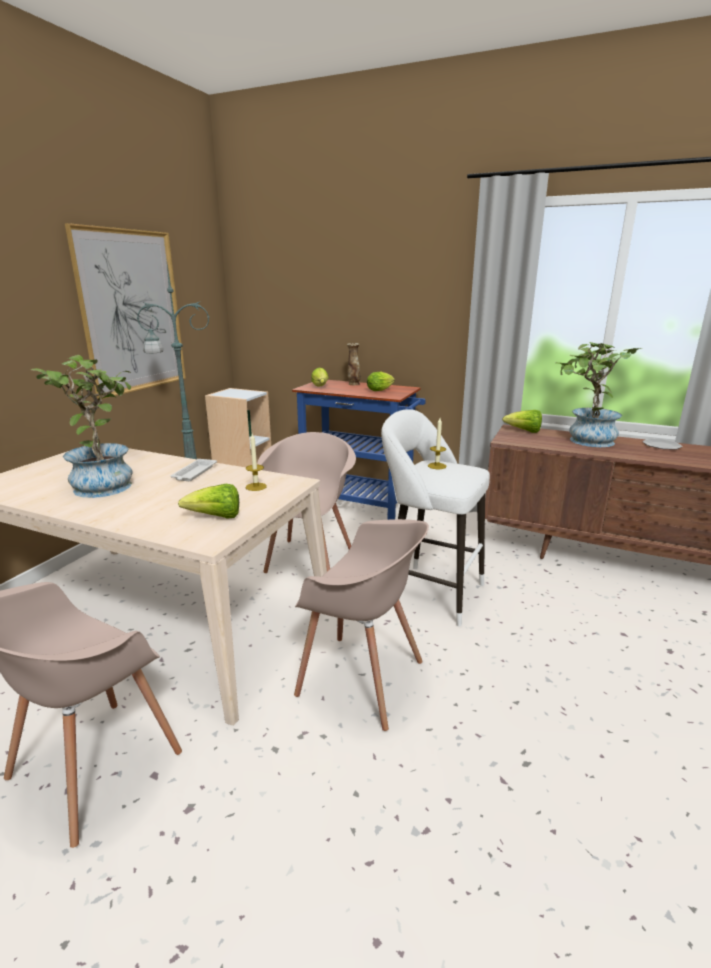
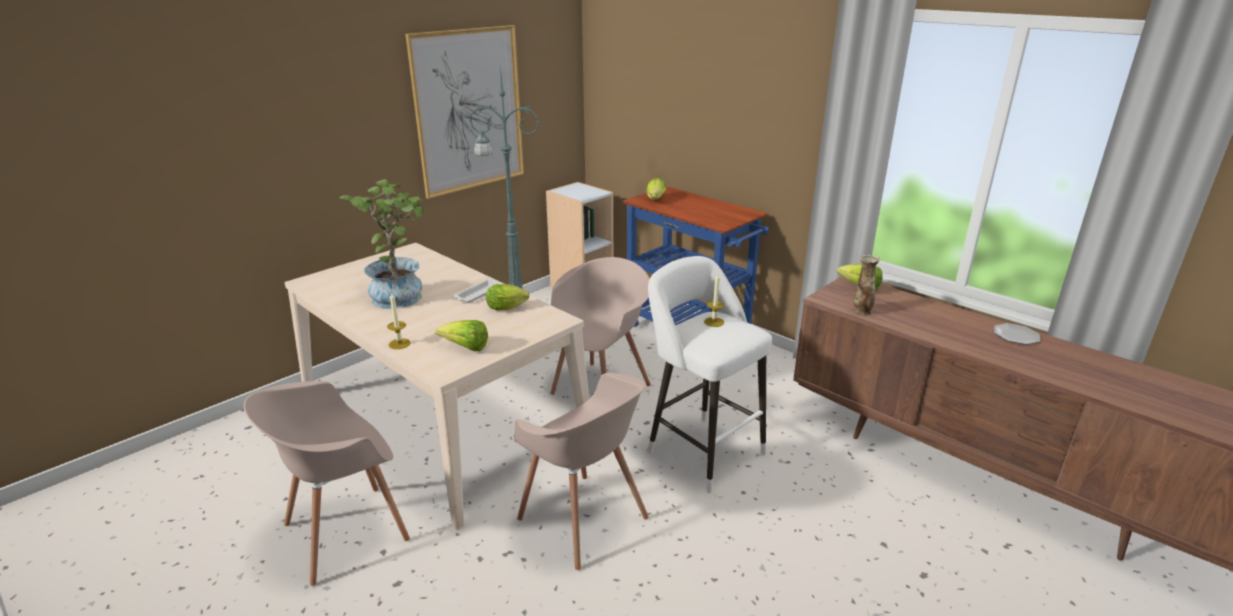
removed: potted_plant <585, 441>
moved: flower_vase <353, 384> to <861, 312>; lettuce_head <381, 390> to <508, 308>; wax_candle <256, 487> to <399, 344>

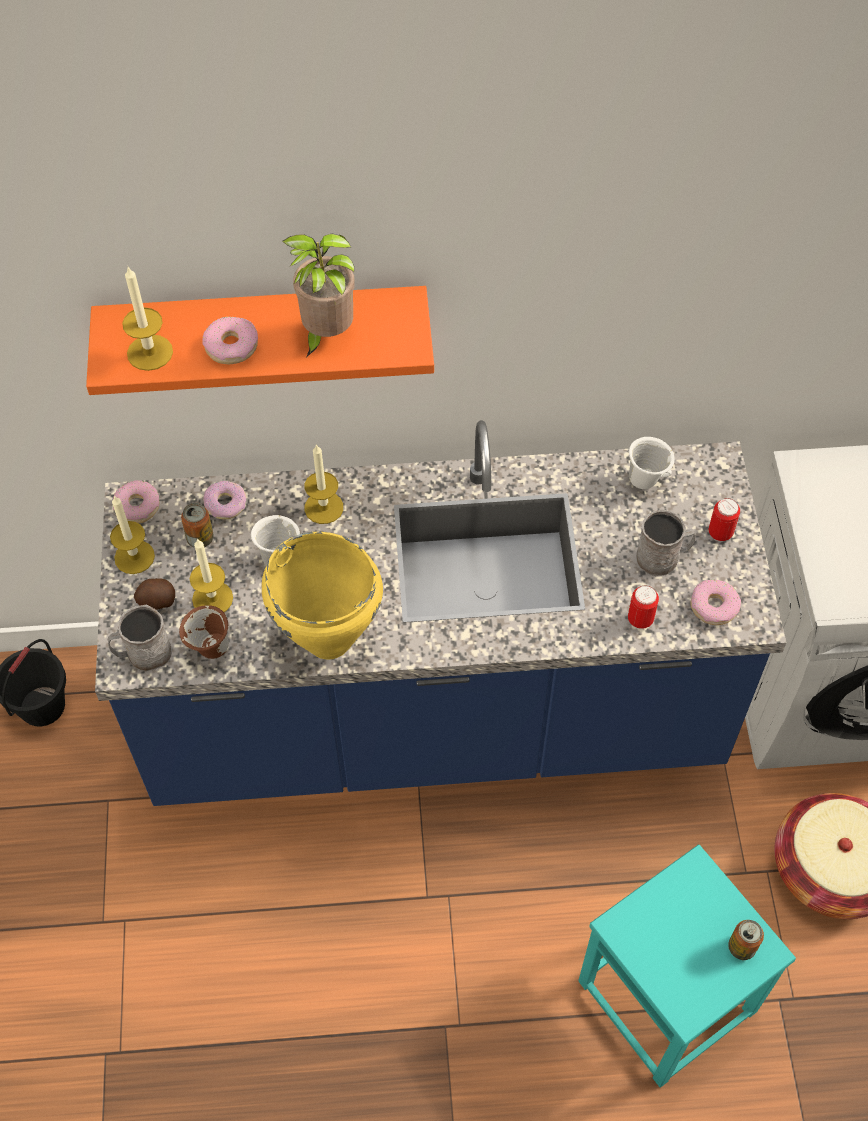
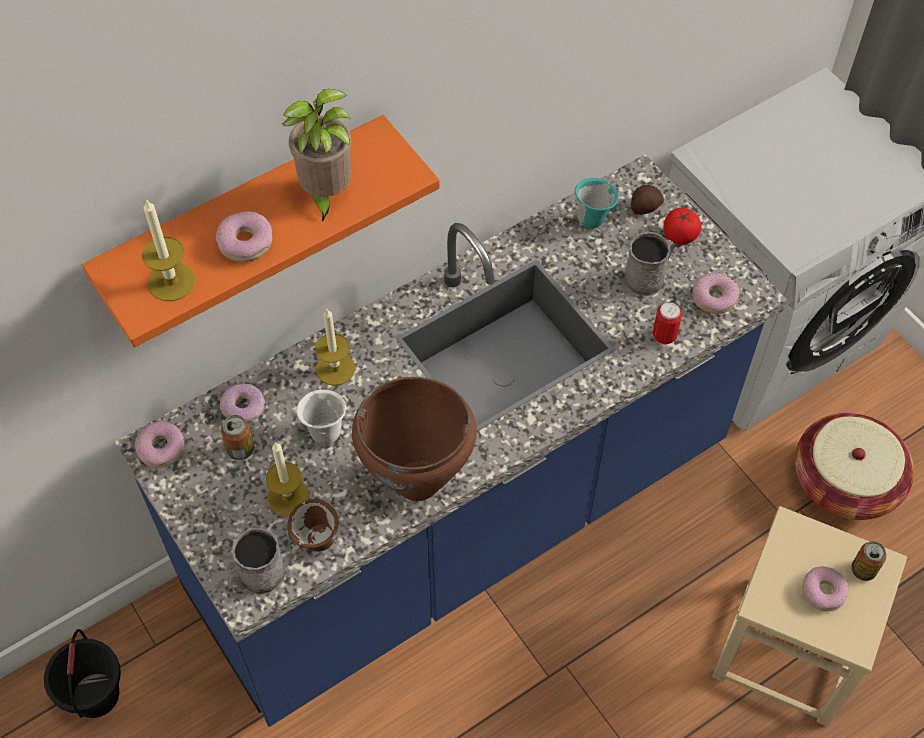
removed: wax_candle <134, 557>
added: ring_doughnut <823, 592>
moved: whole_potato <156, 602> to <644, 208>
replaced: metal_can <720, 533> to tomato <679, 236>
recoloured: white_tea_mug <646, 480> to turquoise-coloured_tea_mug <593, 219>; yellow-coloured_saucepot <329, 641> to brownish_saucepot <418, 482>; turquoise-coloured_stool <668, 995> to beige_stool <788, 649>

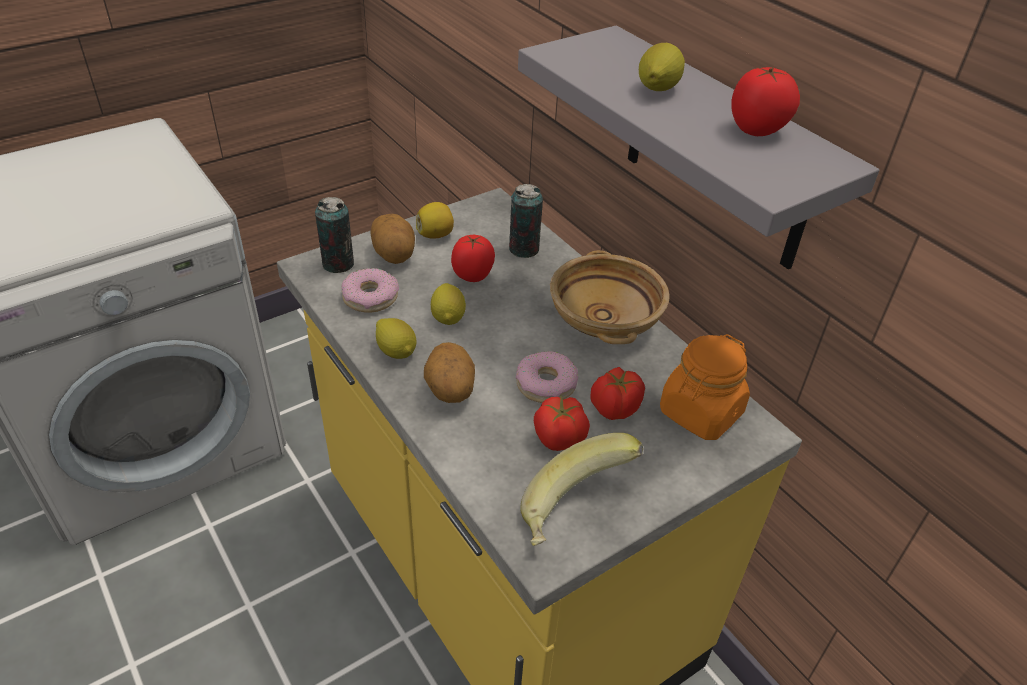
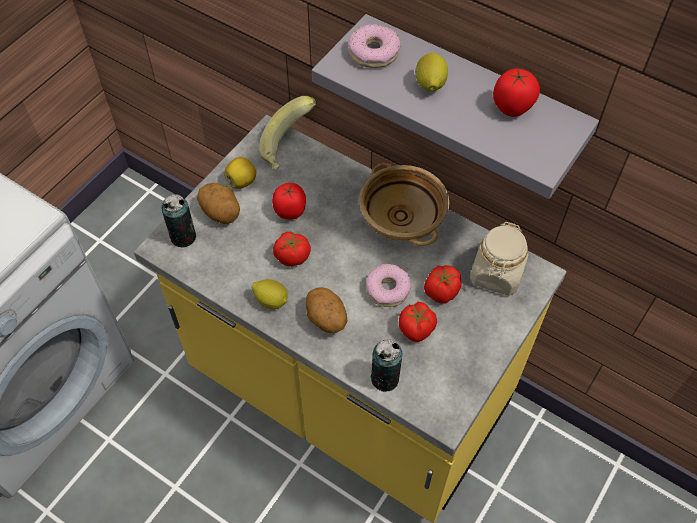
moved: metal_can <524, 249> to <385, 379>; ring_doughnut <370, 297> to <374, 52>; banana_fruit <576, 512> to <290, 147>
replaced: citrus_fruit <448, 317> to tomato <292, 256>
recoloured: orange_jar <700, 413> to beige_jar <497, 274>

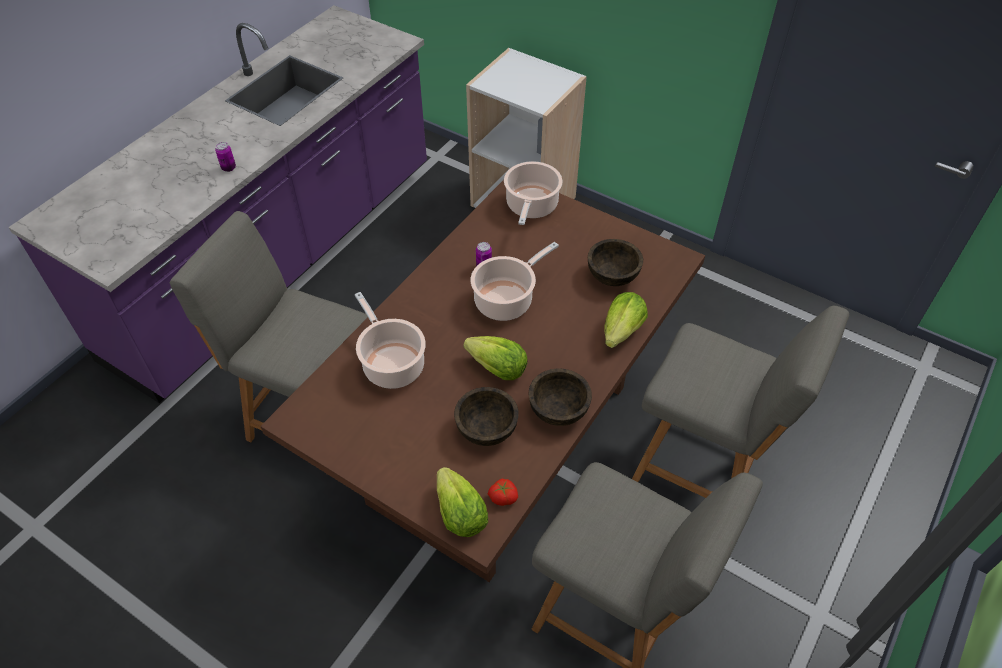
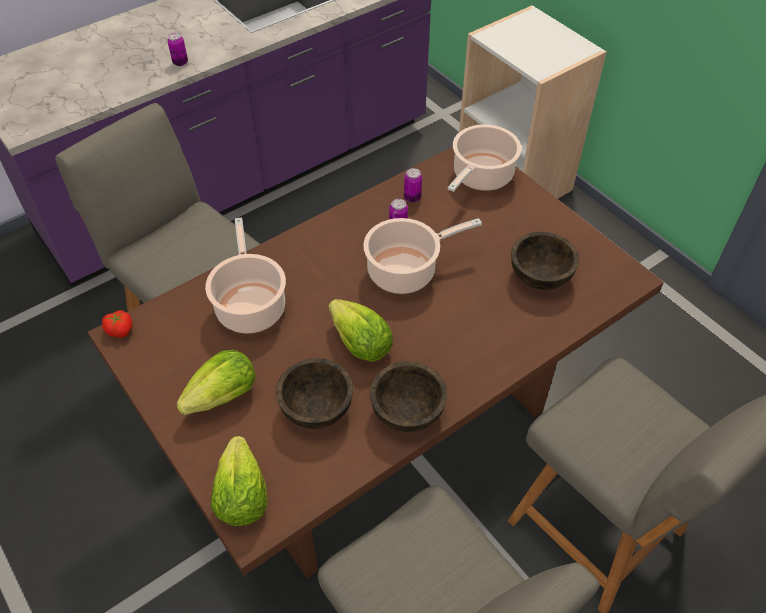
added: metal_can <412, 198>
moved: lettuce_head <622, 331> to <223, 396>; tomato <503, 496> to <120, 329>

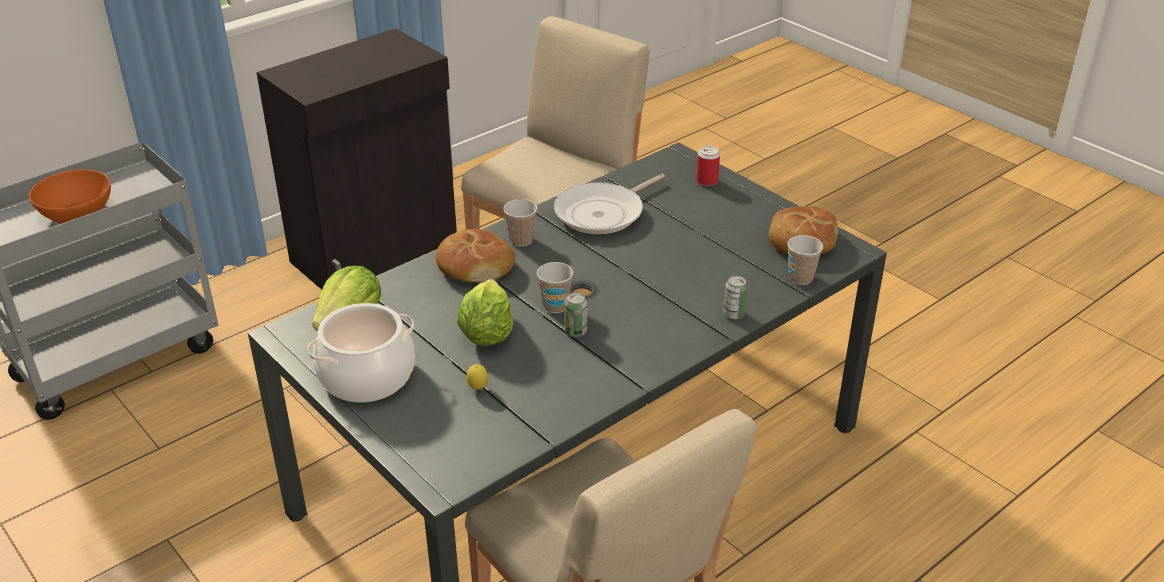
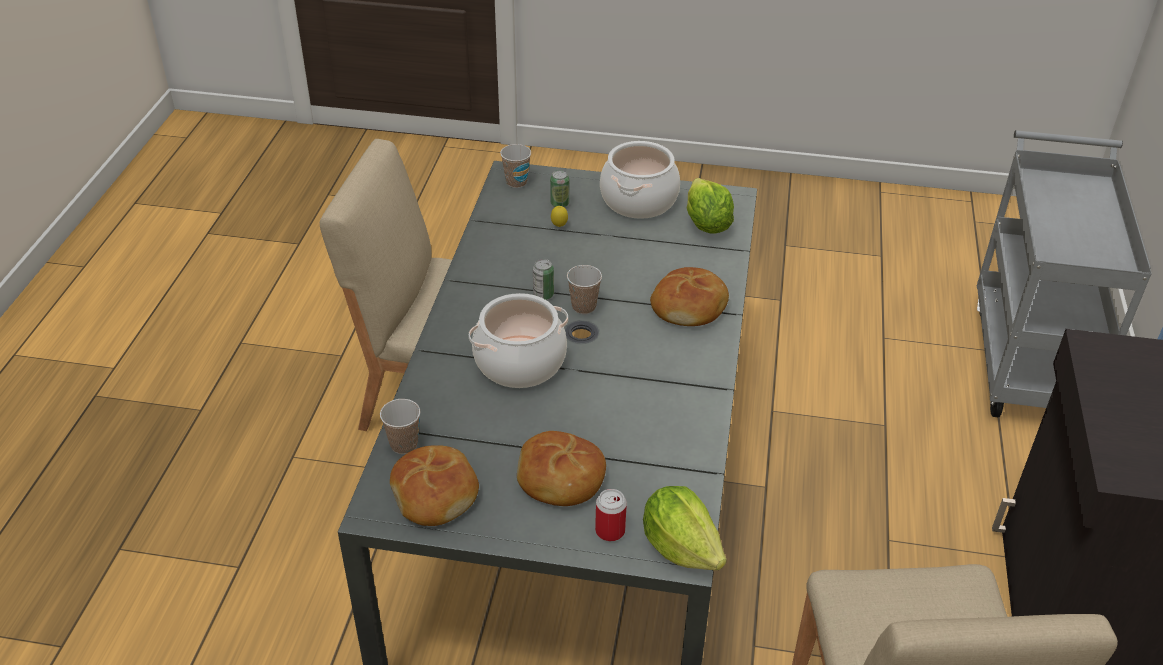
removed: orange_bowl <77, 214>; skillet <603, 213>
added: saucepot <520, 362>; bakery_bread <560, 479>
moved: small_cup <521, 240> to <516, 182>; metal_can <733, 314> to <559, 204>; lettuce_head <486, 333> to <681, 547>

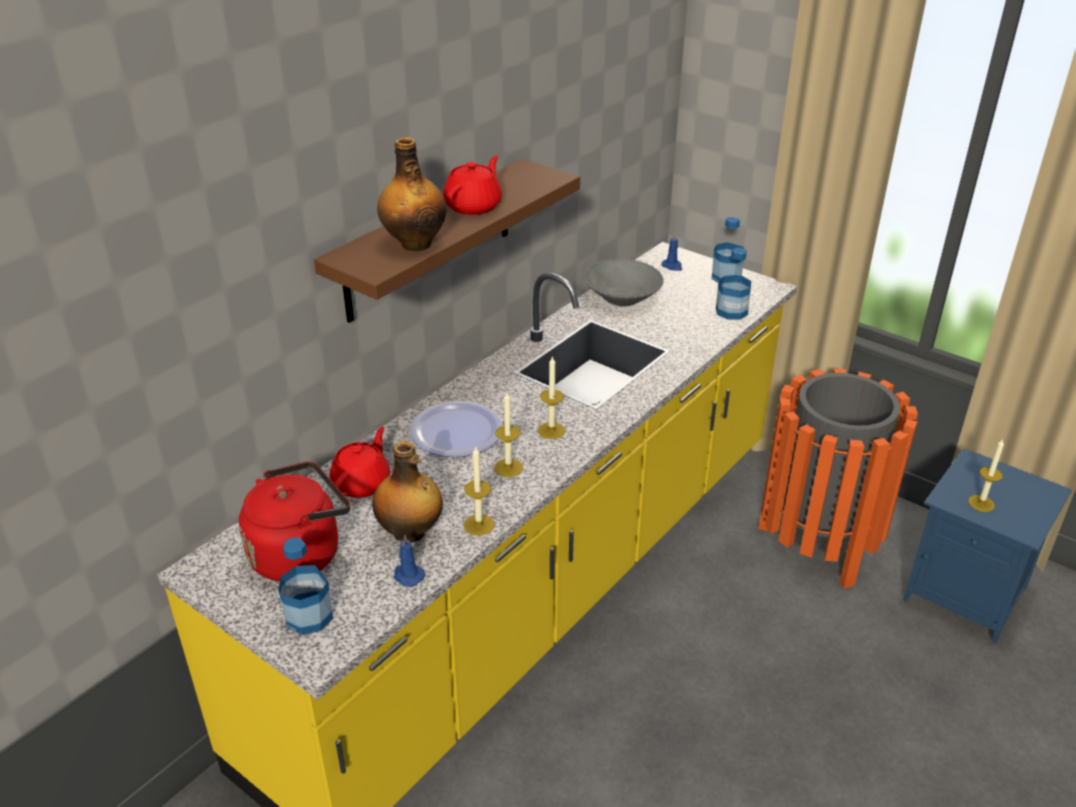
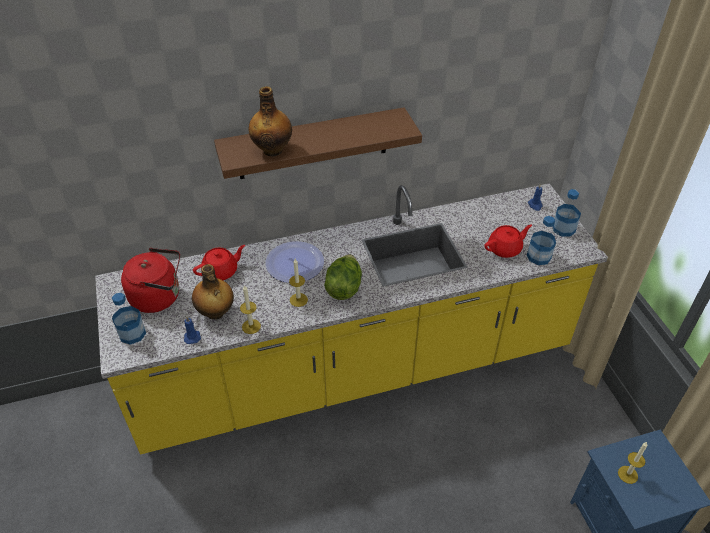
removed: grey_bowl <622, 297>; orange_trash_can <818, 545>
moved: red-coloured_teapot <474, 206> to <505, 249>
replaced: wax_candle <551, 430> to lettuce_head <343, 288>

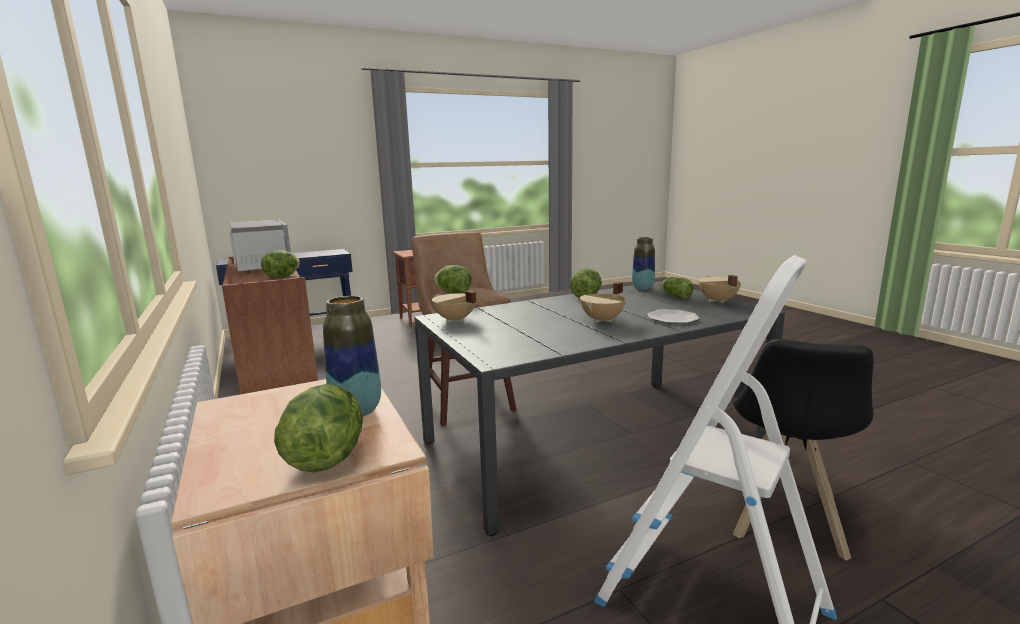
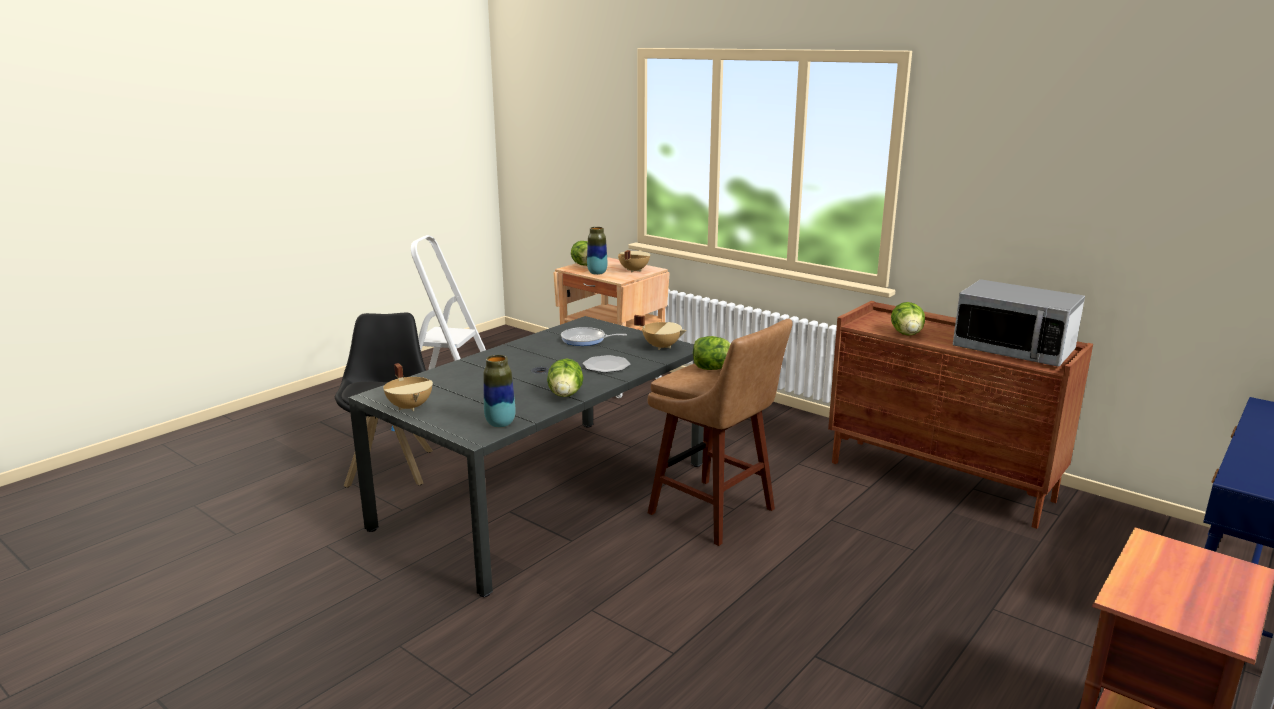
removed: lettuce_head <675, 296>
added: skillet <586, 340>
moved: beige_saucepot <603, 320> to <633, 270>; flat_dish <672, 318> to <606, 365>

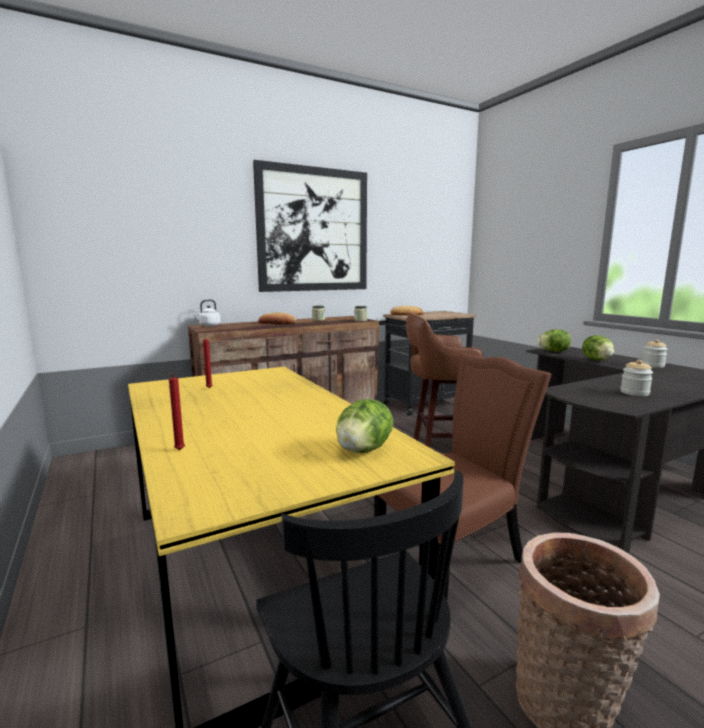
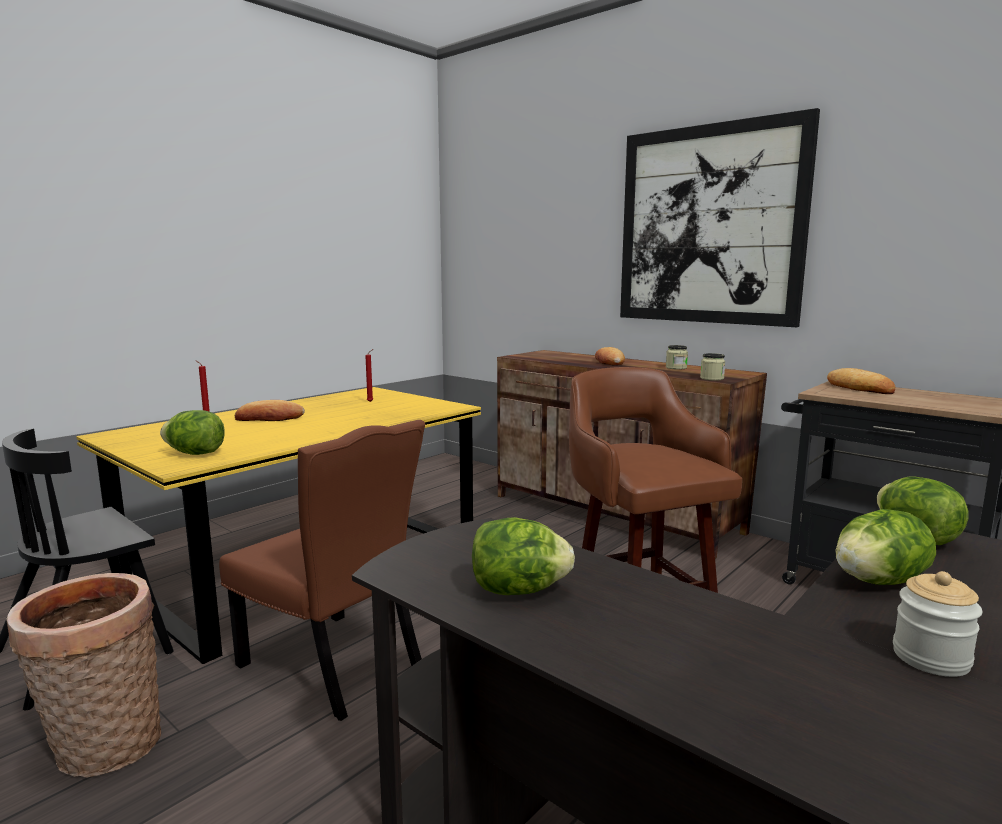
removed: white_tea_kettle <208, 325>
added: bakery_bread <269, 418>
replaced: jar <634, 393> to lettuce_head <518, 590>

